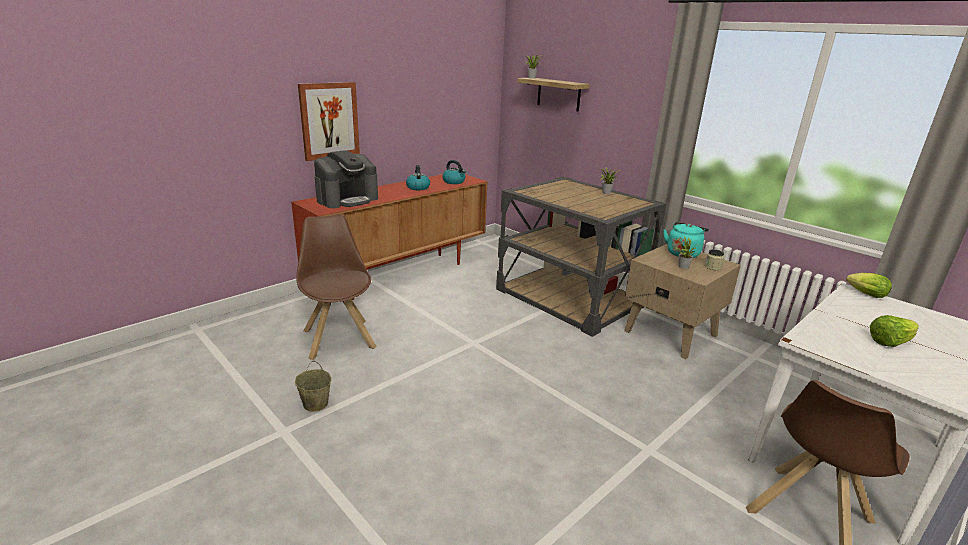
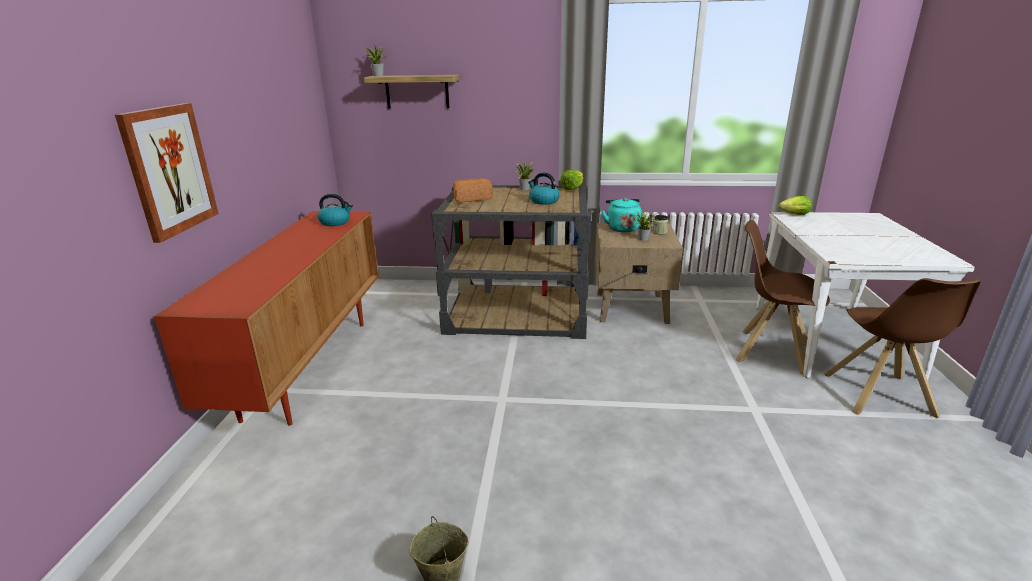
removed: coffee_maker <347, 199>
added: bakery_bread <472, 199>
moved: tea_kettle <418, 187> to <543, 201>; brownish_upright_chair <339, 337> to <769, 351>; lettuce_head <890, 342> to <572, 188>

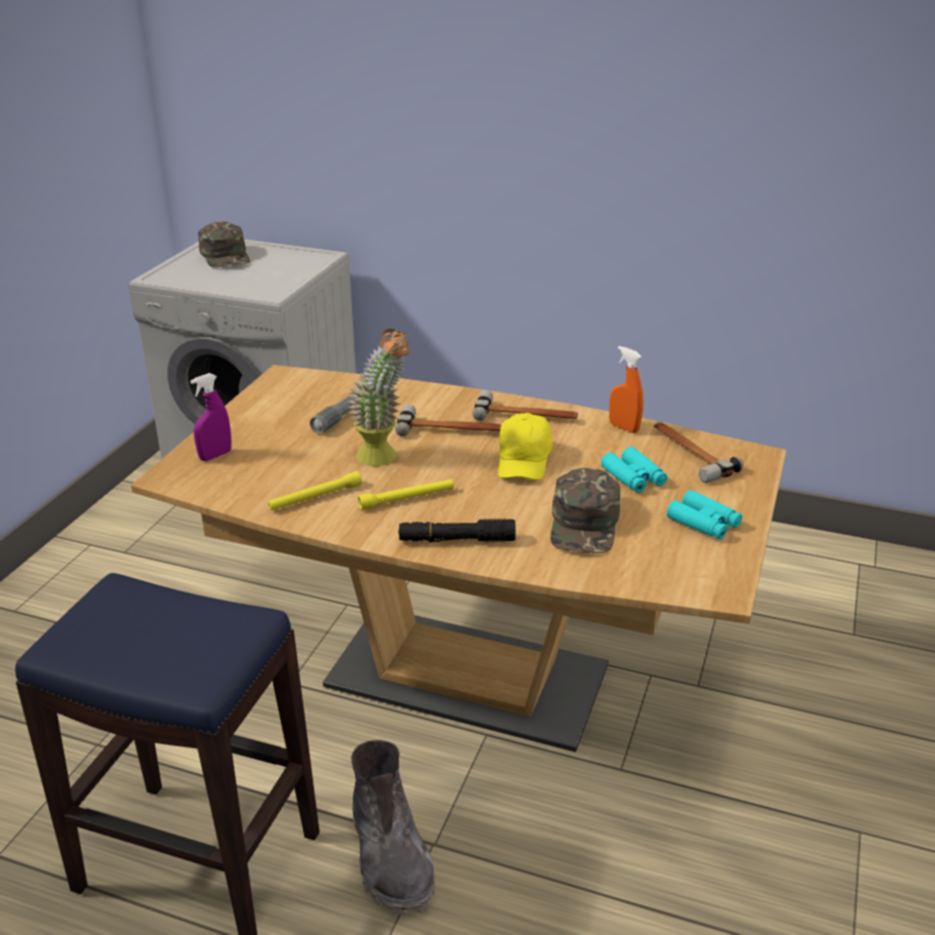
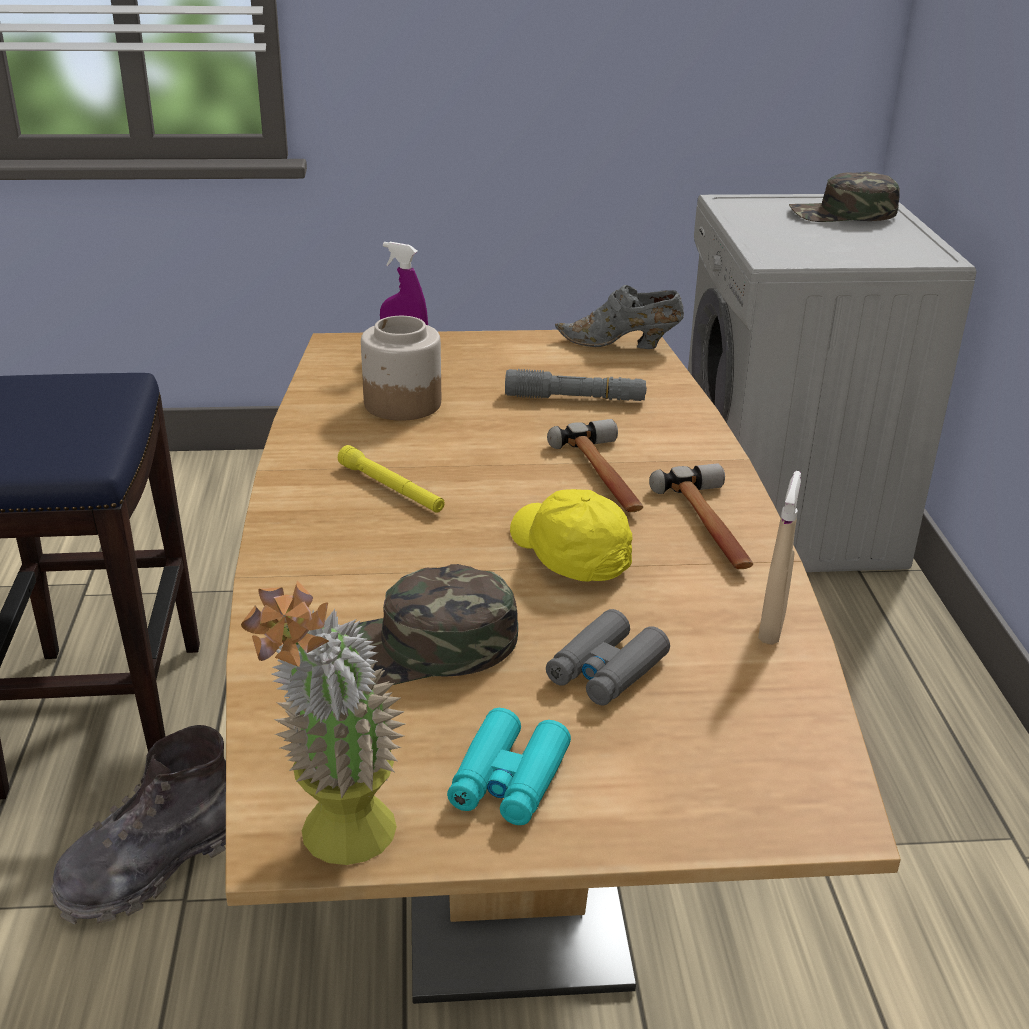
removed: tool_hammer <689, 454>; yellow-coloured_hand_torch <315, 497>; blackish_hand_torch <456, 540>
added: grey_shoe <622, 345>; jar <401, 403>
moved: potted_plant <384, 459> to <339, 848>
recoloured: orange_sprayer <624, 428> to beige_sprayer <771, 628>; turquoise-coloured_pair_of_binoculars <633, 477> to grey_pair_of_binoculars <606, 670>
turned: green-coloured_peaked_cap <226, 255> = <842, 213> 45 degrees clockwise; yellow-coloured_peaked_cap <524, 461> = <569, 554> 75 degrees clockwise

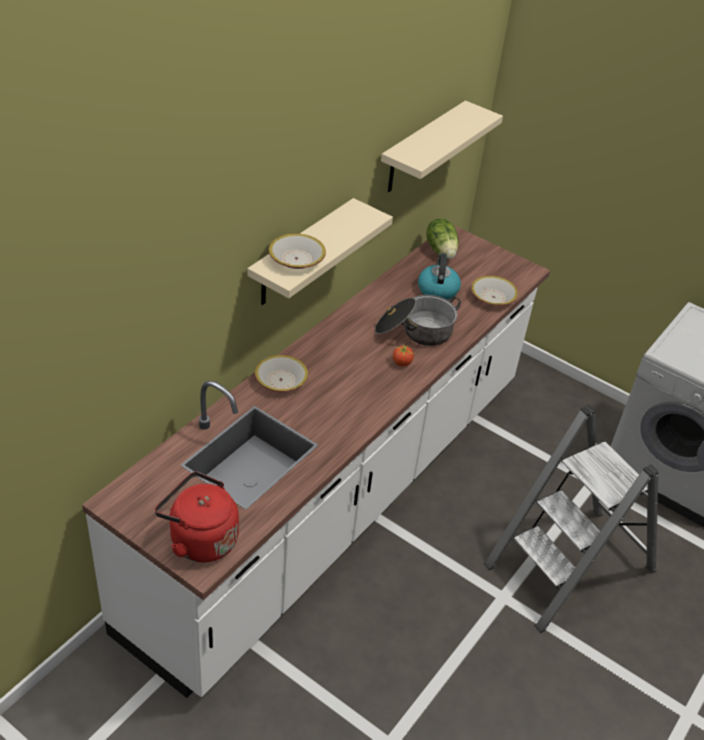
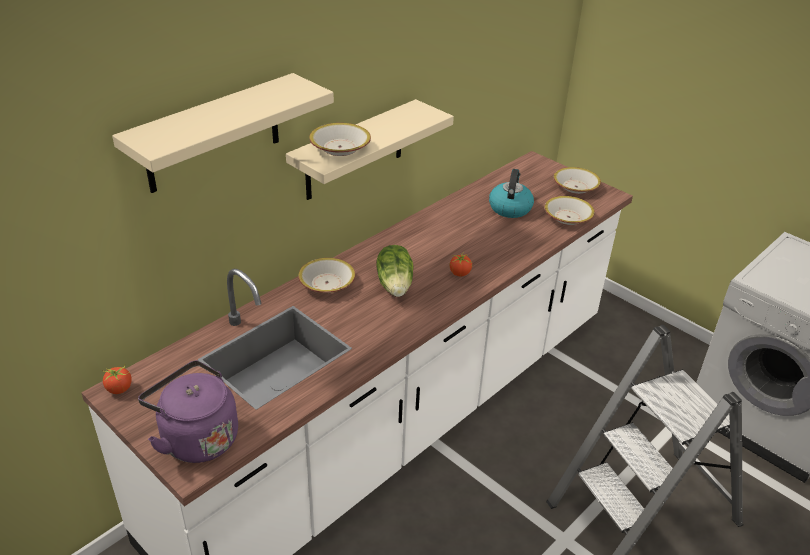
removed: saucepot <415, 331>
added: bowl <576, 187>; tomato <119, 389>
moved: beige_wall_shelf <422, 148> to <213, 134>; lettuce_head <442, 250> to <395, 285>
recoloured: red-coloured_tea_kettle <200, 539> to purple_tea_kettle <196, 437>

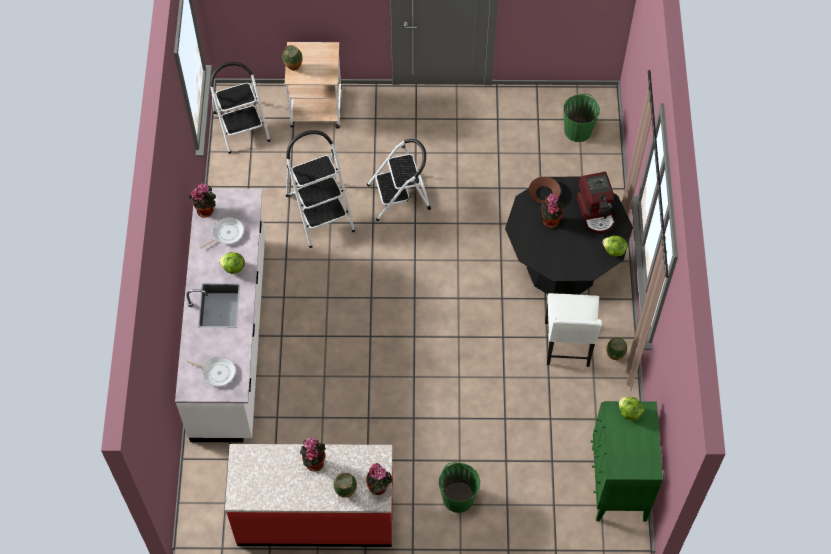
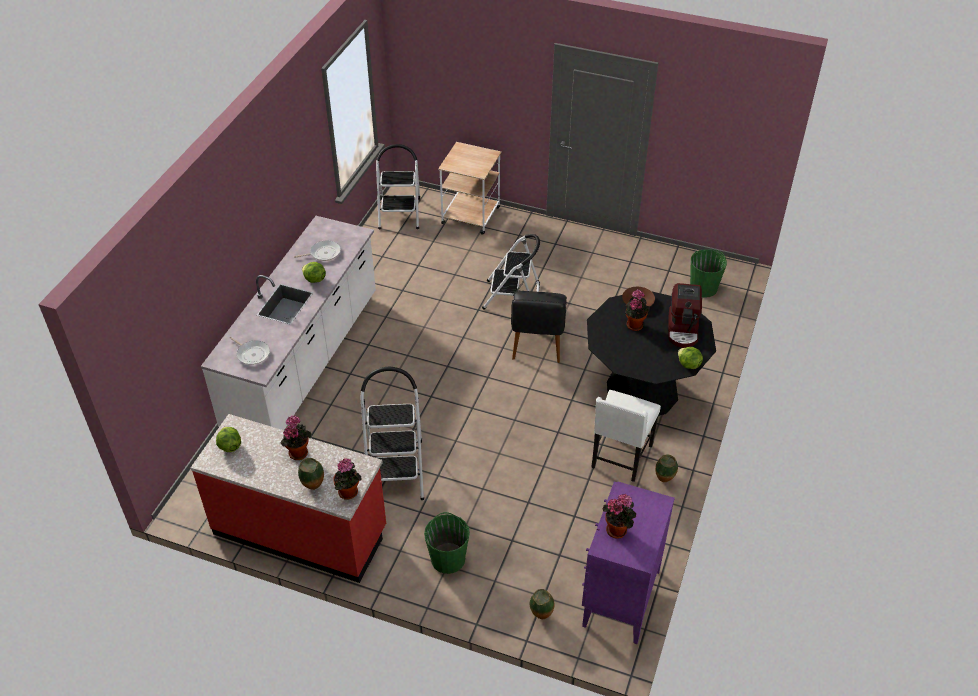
added: blackish_upright_chair <537, 341>
moved: flower_vase <294, 69> to <541, 616>; stepladder <319, 211> to <396, 469>; potted_plant <206, 209> to <618, 529>; lettuce_head <629, 413> to <230, 446>
recoloured: green-coloured_chest_of_drawers <617, 484> to purple_chest_of_drawers <619, 598>

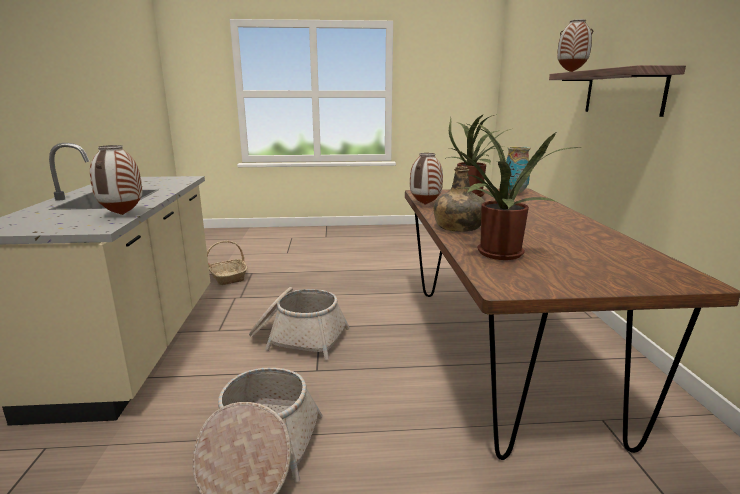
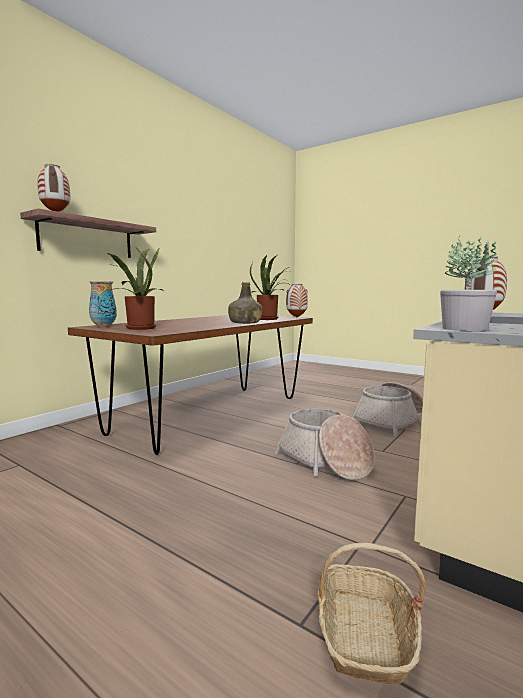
added: potted_plant <465, 329>
moved: flower_vase <425, 204> to <296, 317>

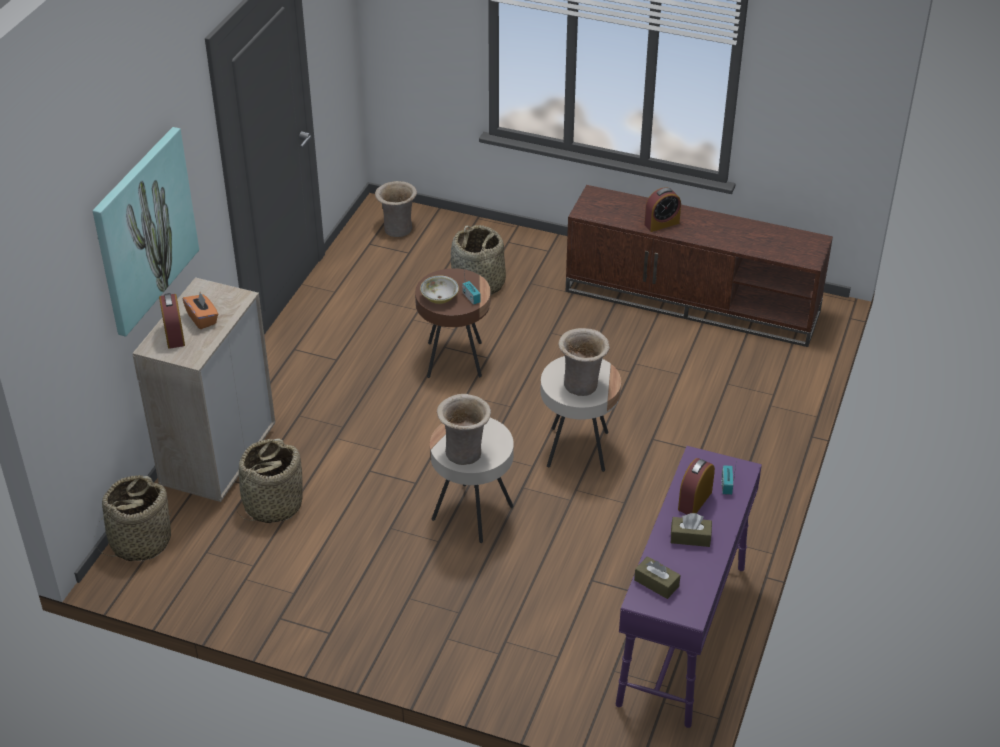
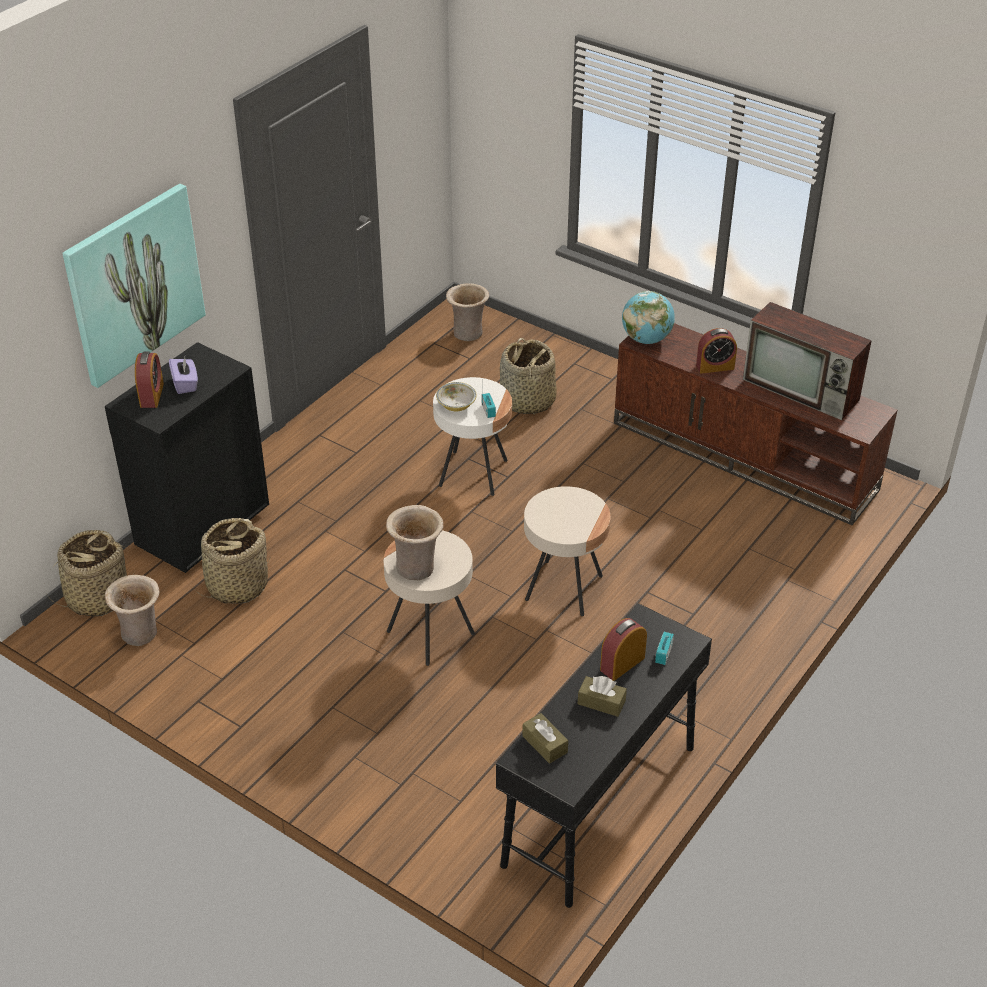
added: world_globe <646, 339>; television <803, 390>
moved: beige_flower_vase <582, 385> to <141, 633>
recoloured: brownish_side_table <454, 360> to white_side_table <473, 473>; beige_storage_cabinet <219, 459> to blackish_storage_cabinet <204, 530>; orange_tissue_box <202, 319> to purple_tissue_box <185, 384>; purple_narrow_table <680, 634> to blackish_narrow_table <598, 805>

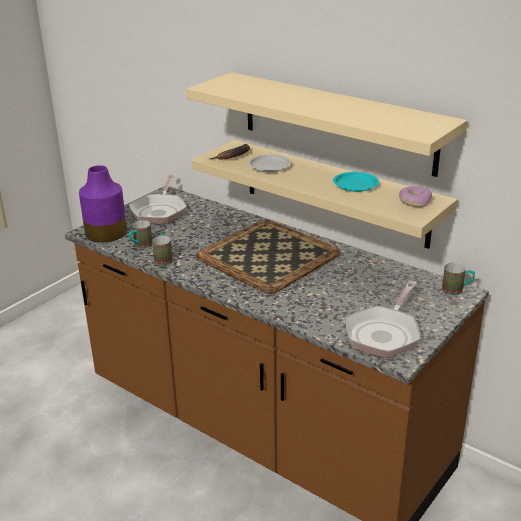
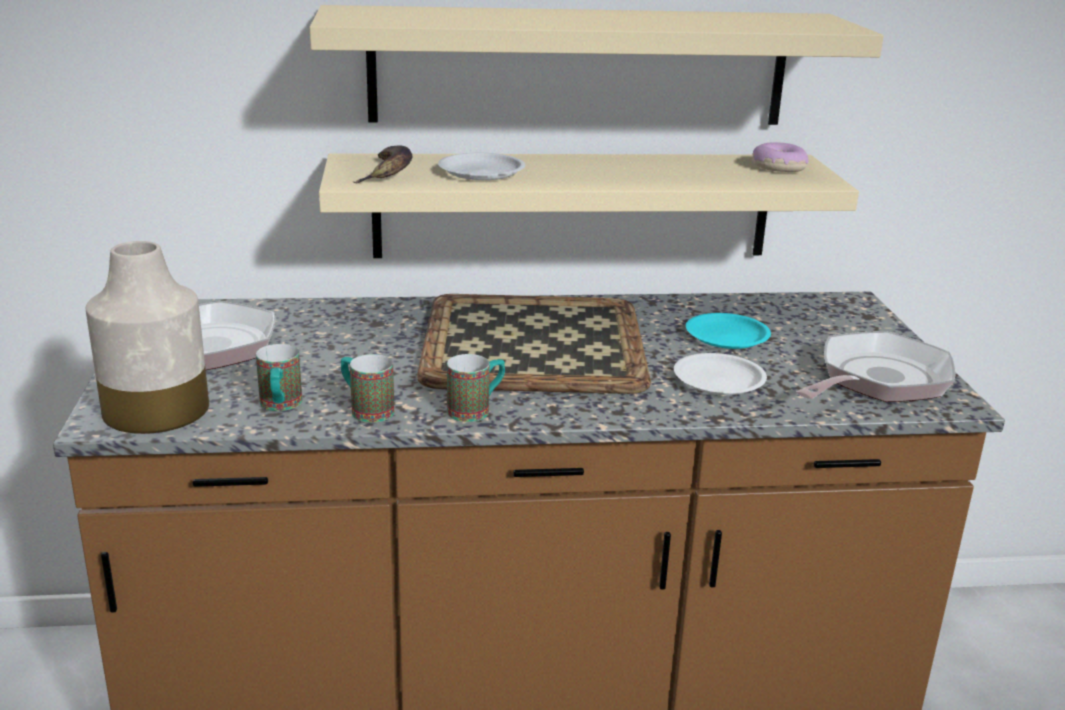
added: white_flat_dish <719, 381>
moved: turquoise-coloured_flat_dish <356, 185> to <727, 336>; tea_mug <457, 290> to <476, 410>
recoloured: purple_flower_vase <106, 232> to beige_flower_vase <157, 408>
turned: skillet <384, 333> = <877, 381> 120 degrees counterclockwise

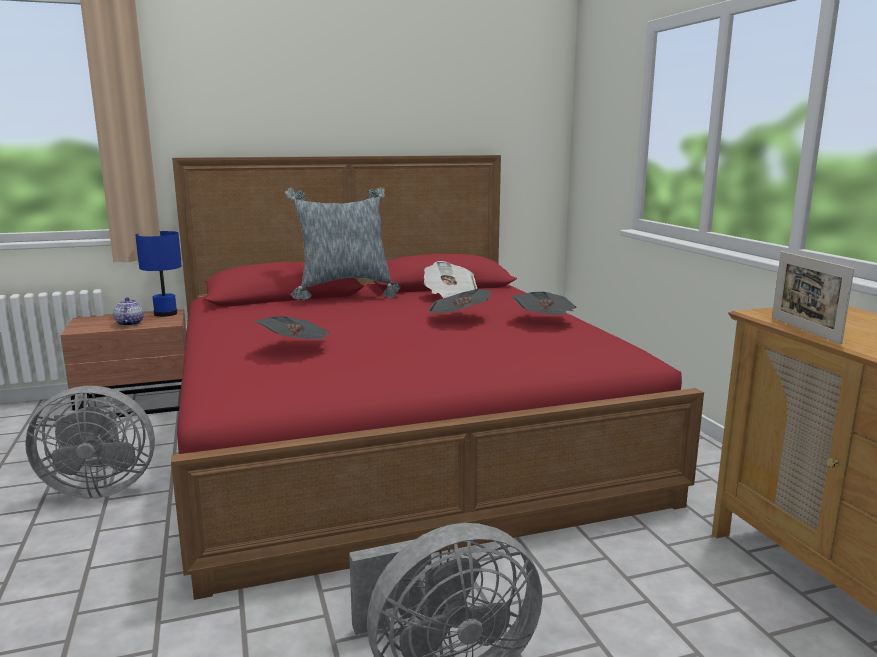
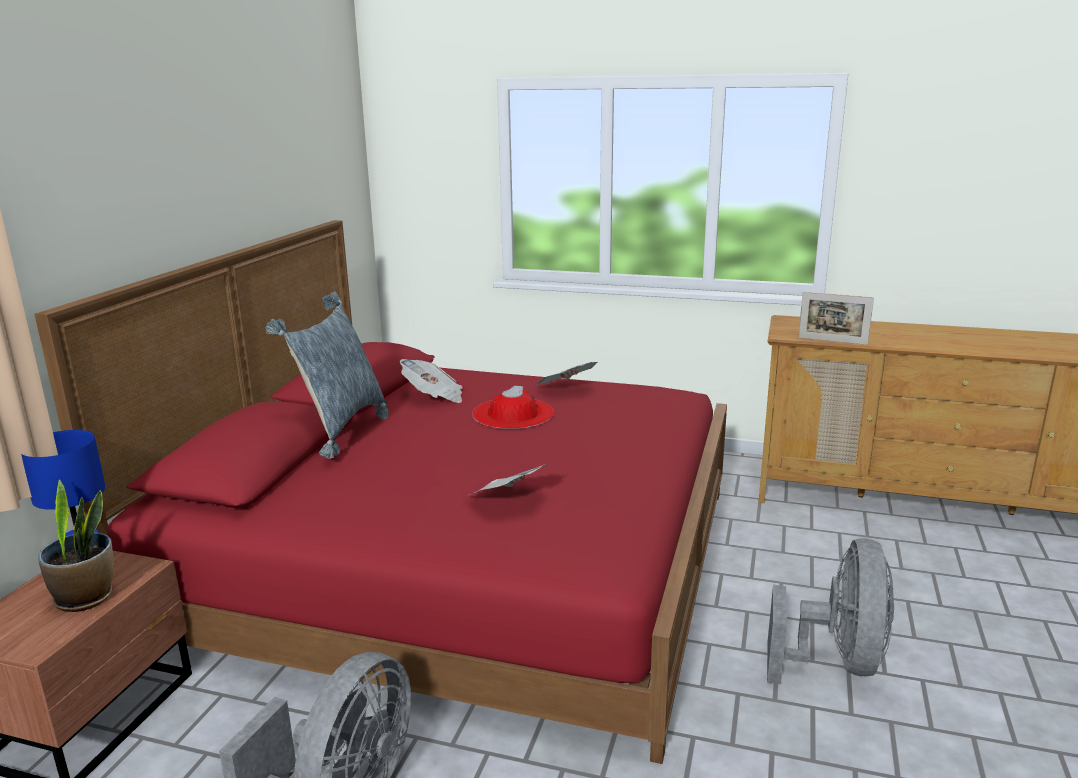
replaced: newspaper <459, 319> to red-coloured_wearable_hat <512, 414>; teapot <129, 323> to potted_plant <86, 598>

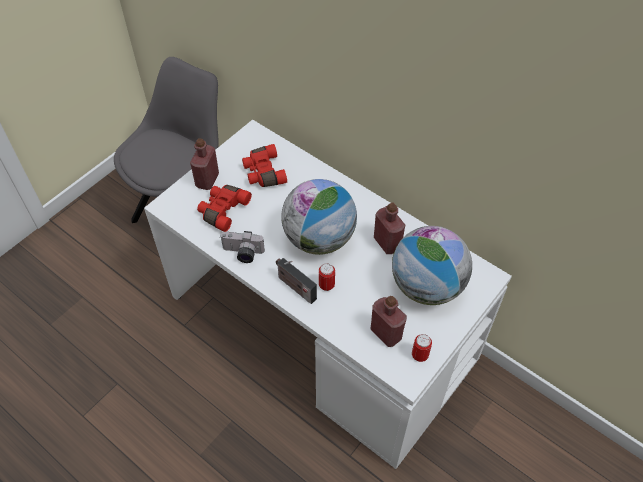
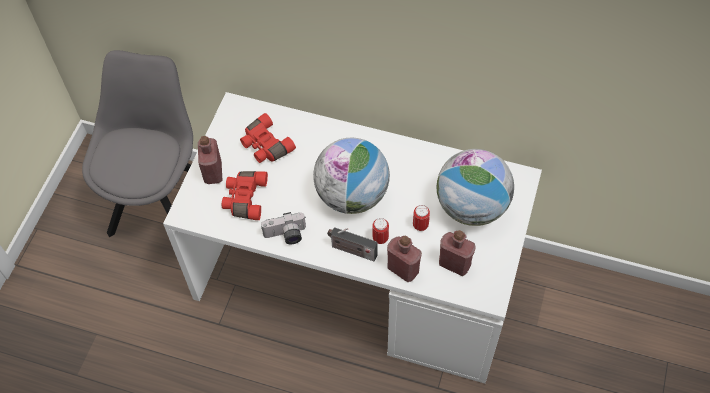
moved: red-coloured_drink_bottle <387, 243> to <403, 269>; metal_can <419, 355> to <420, 225>

